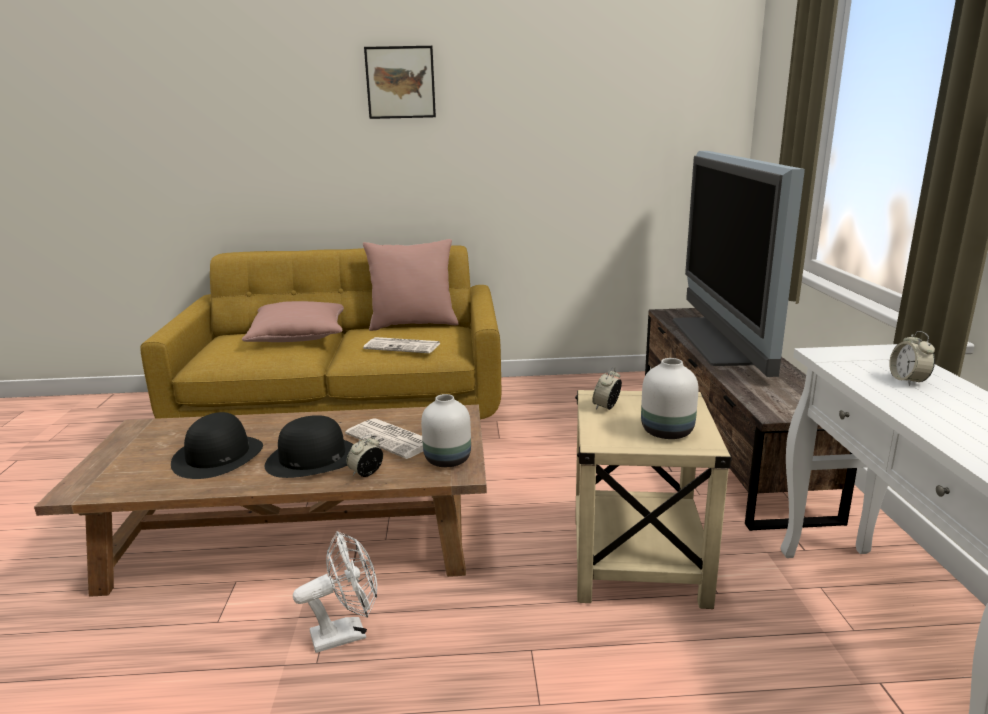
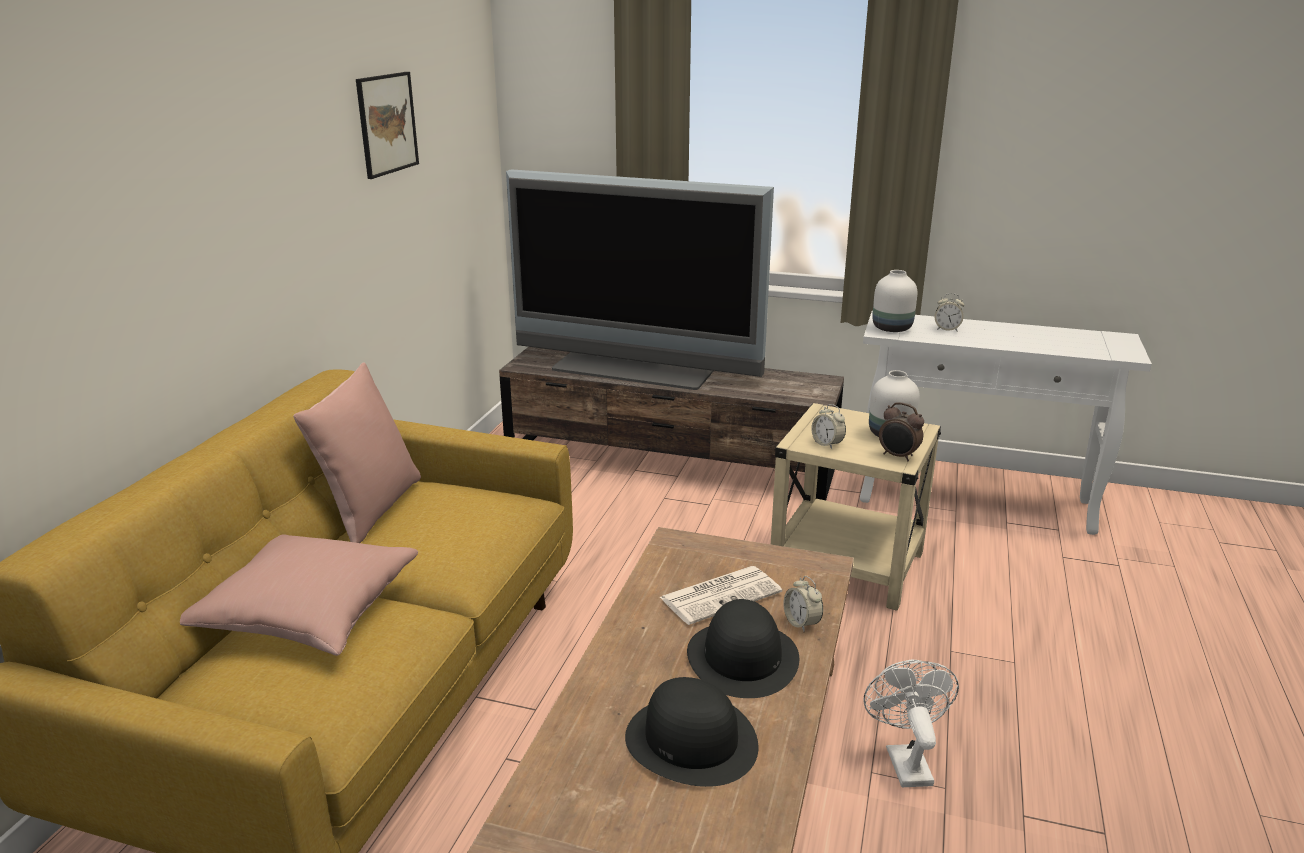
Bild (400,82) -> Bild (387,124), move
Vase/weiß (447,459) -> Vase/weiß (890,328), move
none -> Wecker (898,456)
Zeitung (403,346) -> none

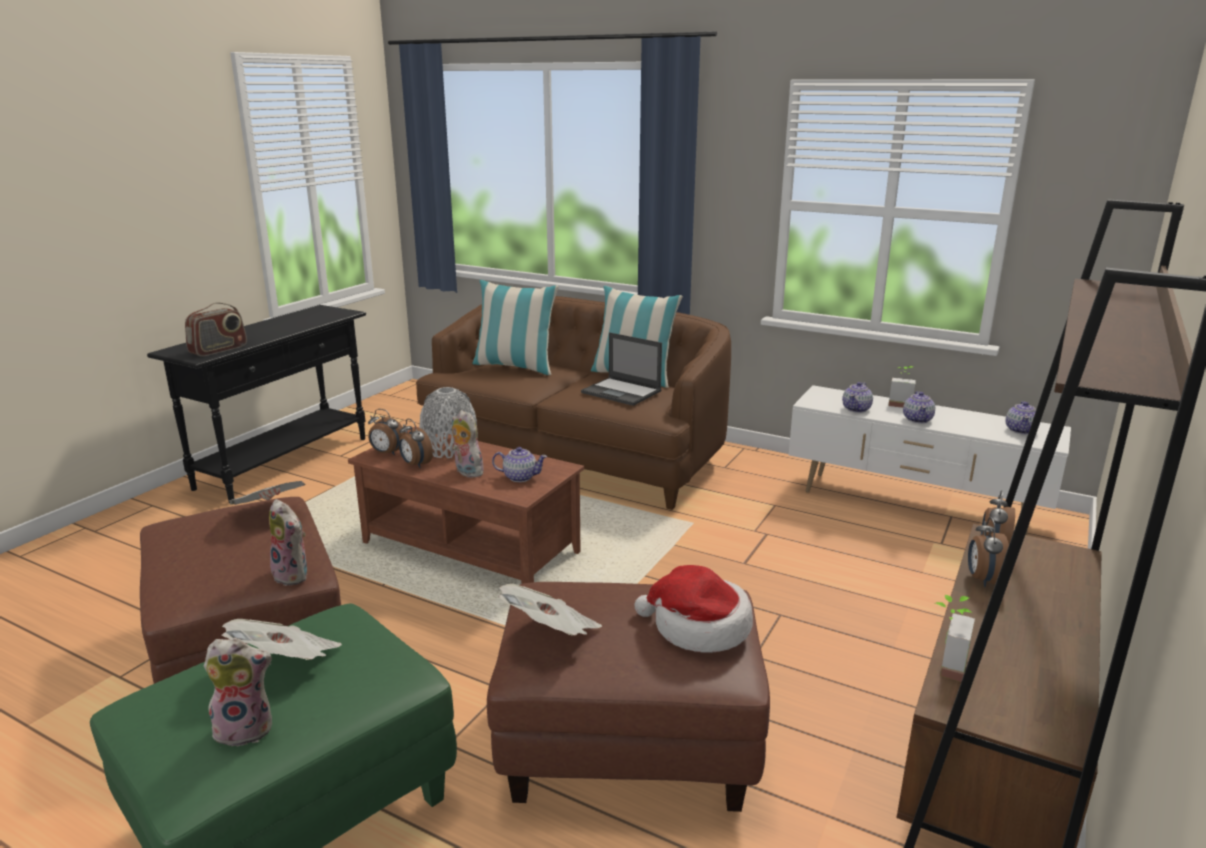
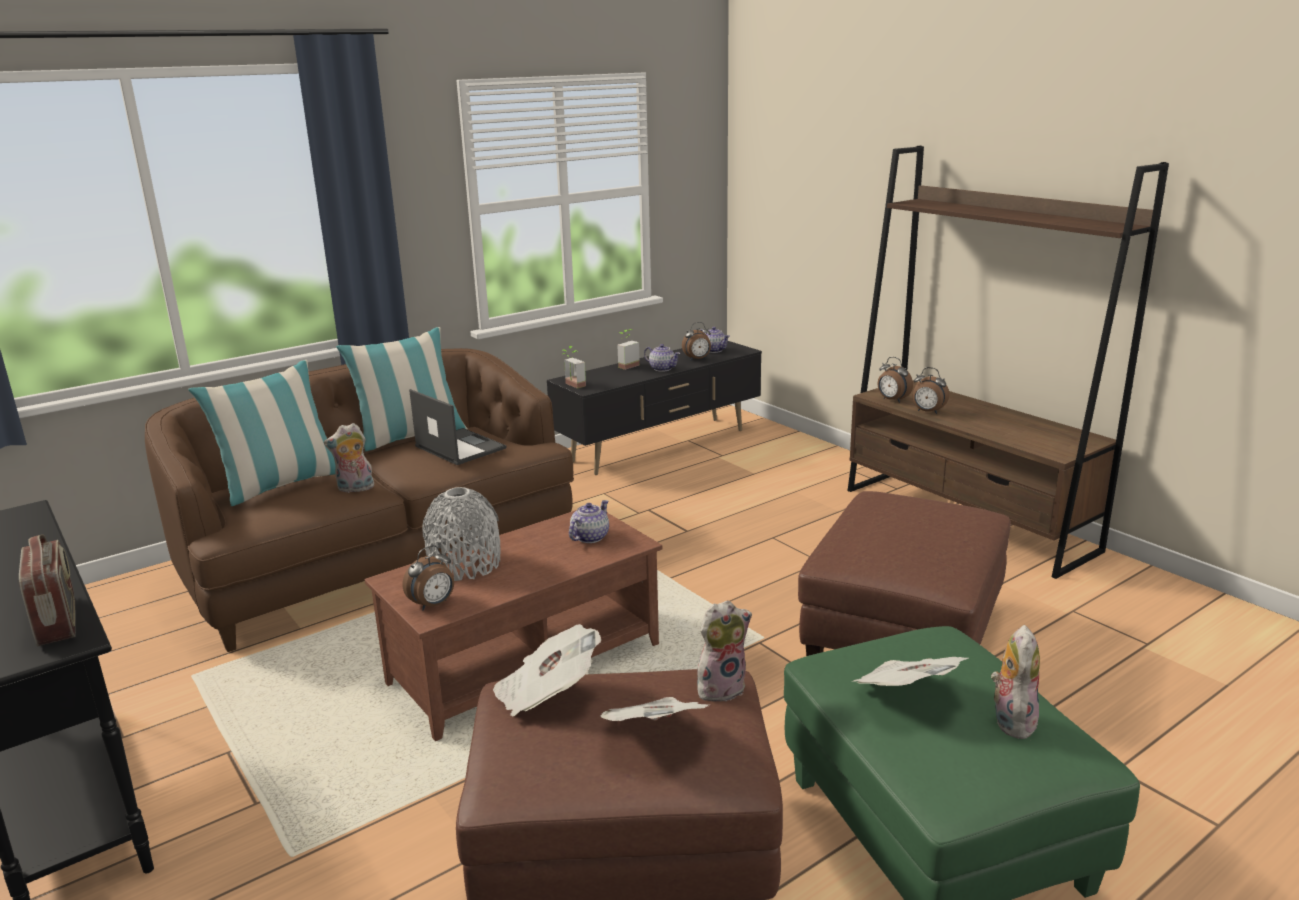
Plüschtier (466,472) -> Plüschtier (355,489), move
Laptop (622,392) -> Laptop (459,447), 105 degrees counterclockwise
Fernsehschrank/weiß (914,506) -> Fernsehschrank/schwarz (660,446)
Topfpflanze (944,664) -> Topfpflanze (572,385), move
Zeitung (551,632) -> Zeitung (655,734), move
Wecker (415,465) -> Wecker (697,359), move
Hut (698,627) -> none
Teekanne (856,409) -> none

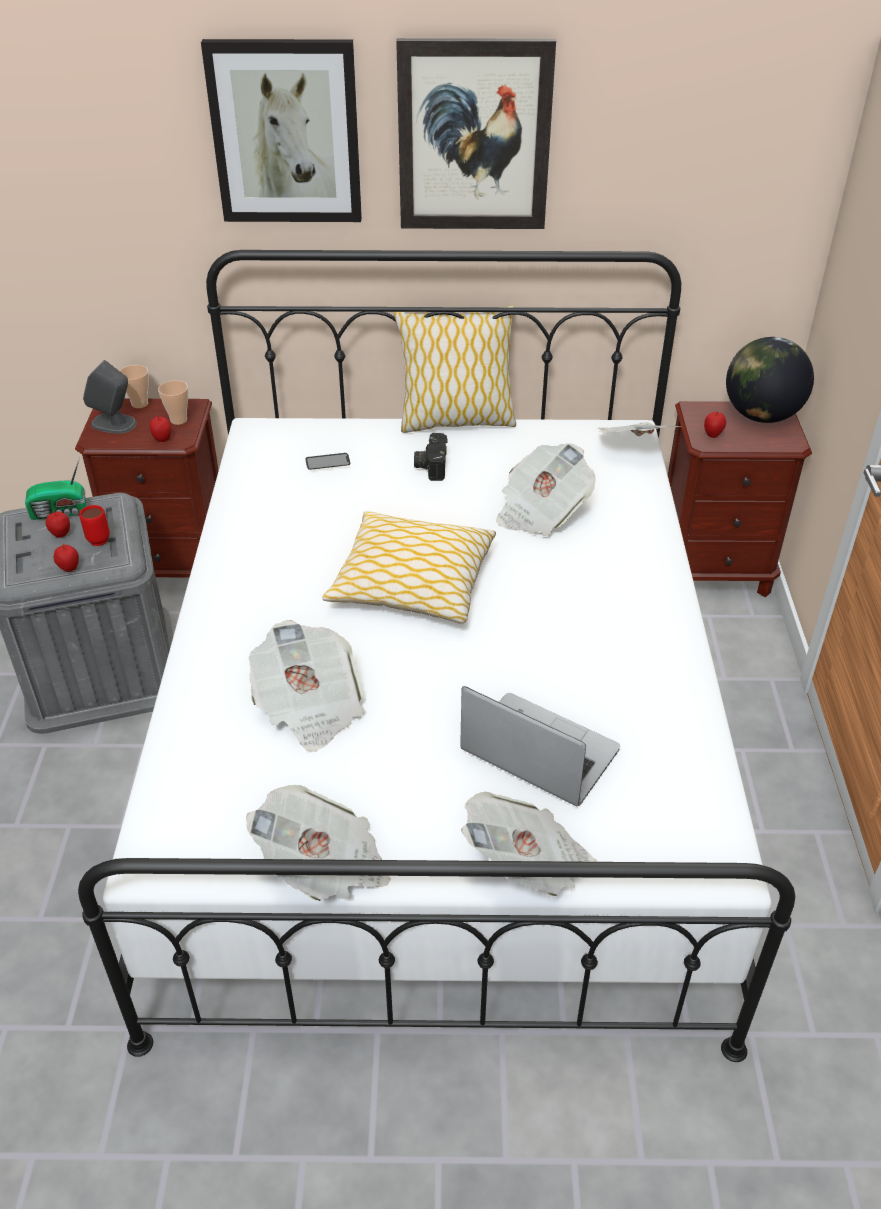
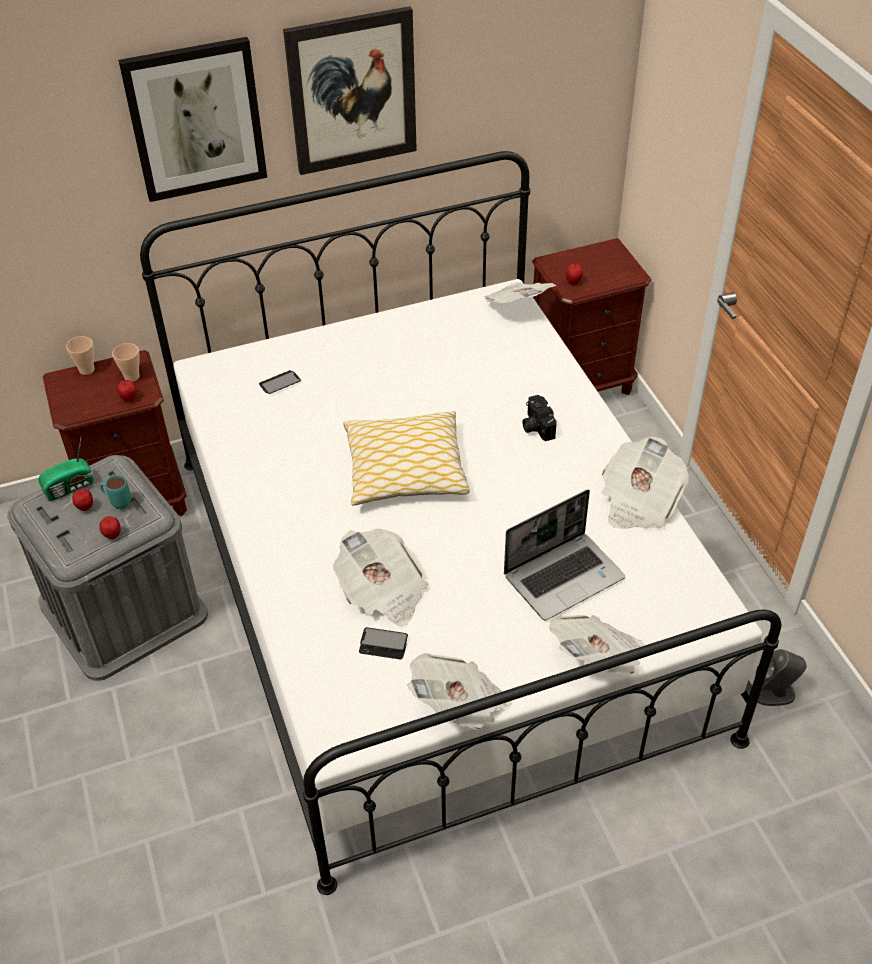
Henkelbecher/rot (95,539) -> Henkelbecher/türkis (118,503)
none -> Handy (383,644)
Laptop (537,752) -> Laptop (564,576), 135 degrees clockwise
Kamera (430,465) -> Kamera (536,426), move
Zeitung (541,511) -> Zeitung (638,501), move
Lautsprecher/grau (114,423) -> Lautsprecher/grau (773,692), move
Kissen (456,421) -> none
Globus (761,416) -> none

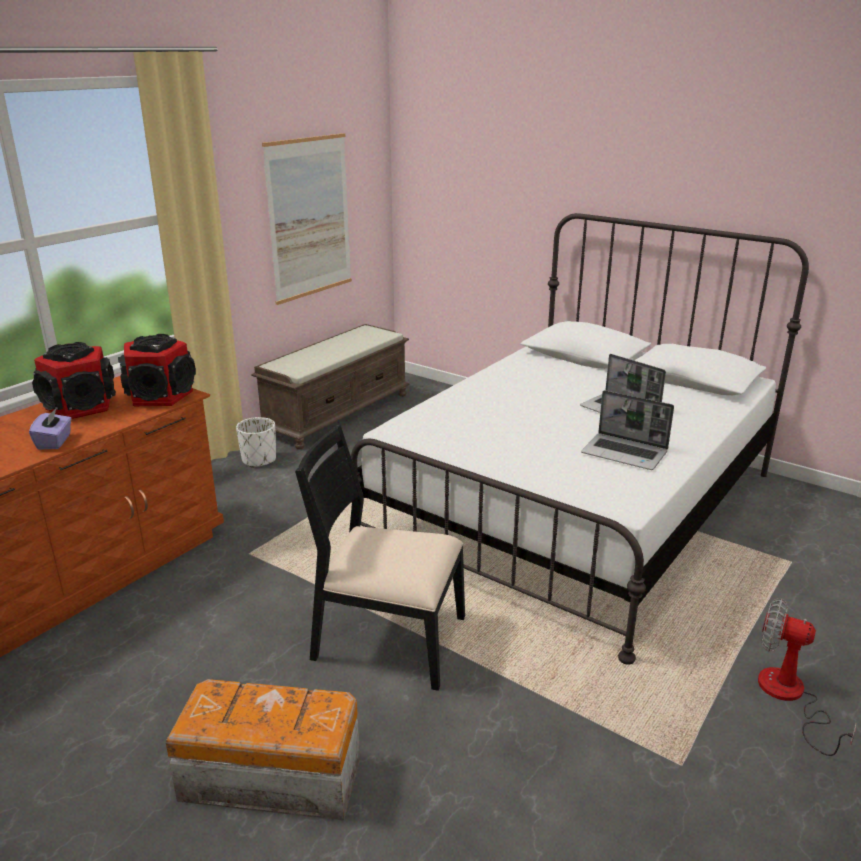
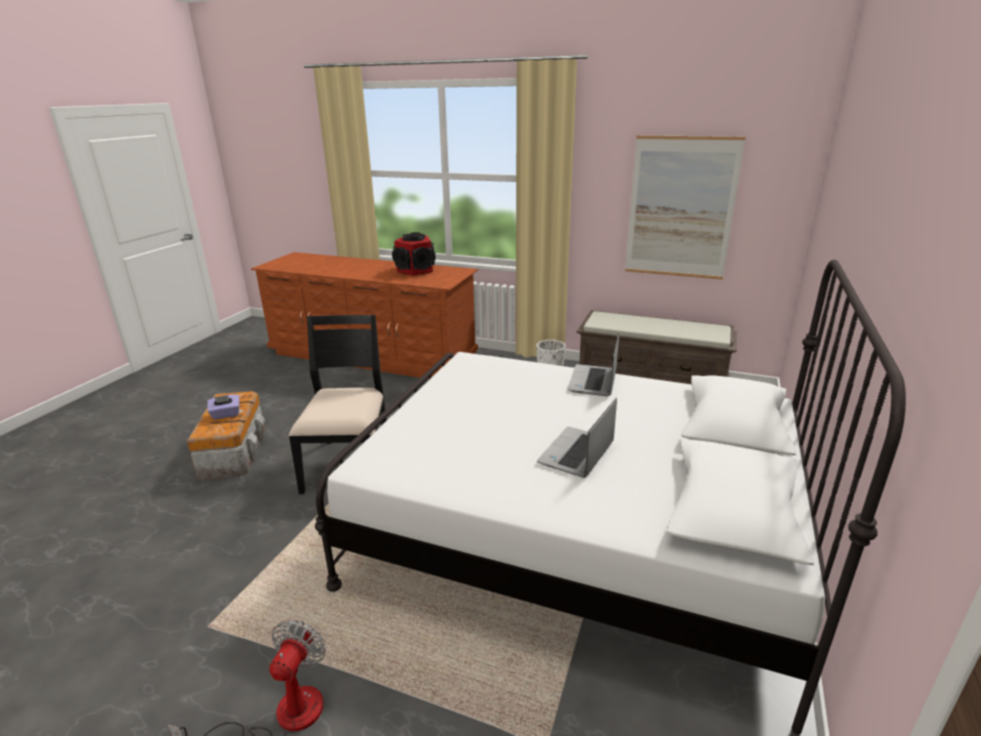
Taschentuchbox/lila (54,442) -> Taschentuchbox/lila (226,415), move
Laptop (625,453) -> Laptop (593,382), move
Lautsprecher (160,396) -> none

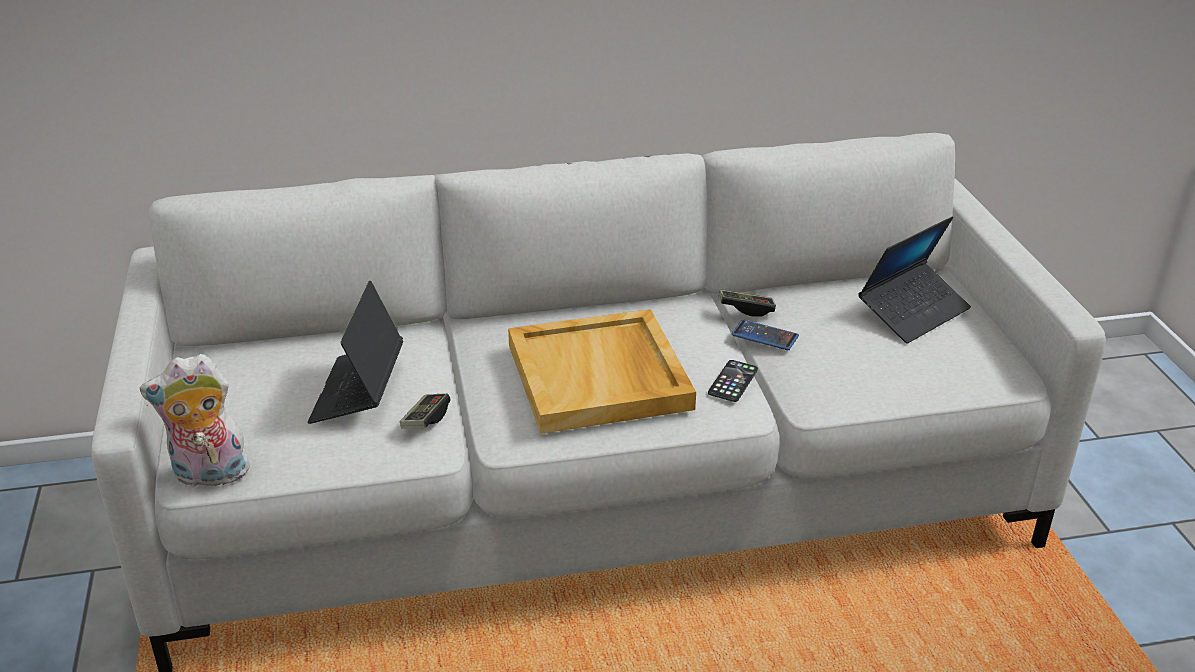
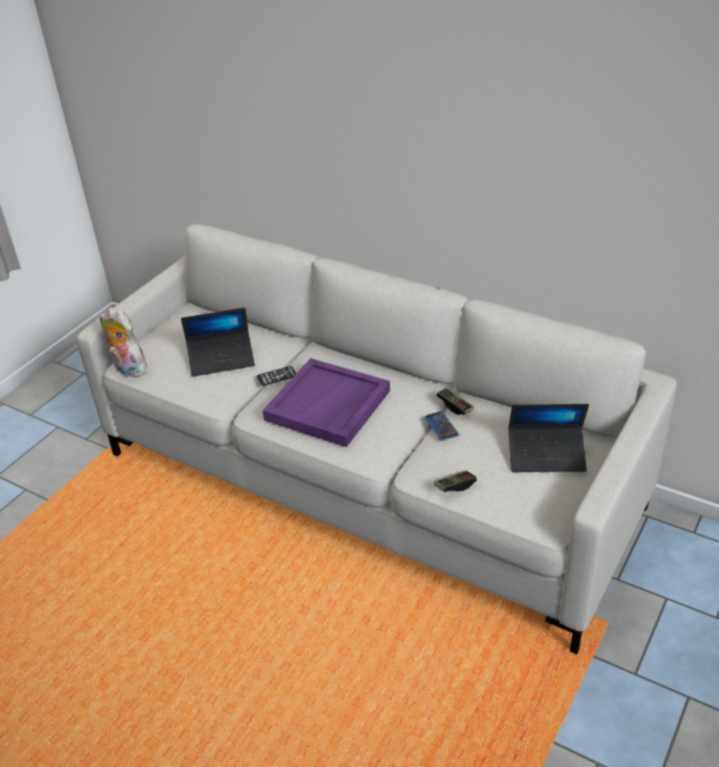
Laptop (358,392) -> Laptop (221,359), 150 degrees counterclockwise
Handy (733,381) -> Handy (276,376), move
Tablett/beige (600,377) -> Tablett/lila (328,406)
Gamepad (425,420) -> Gamepad (455,486), move

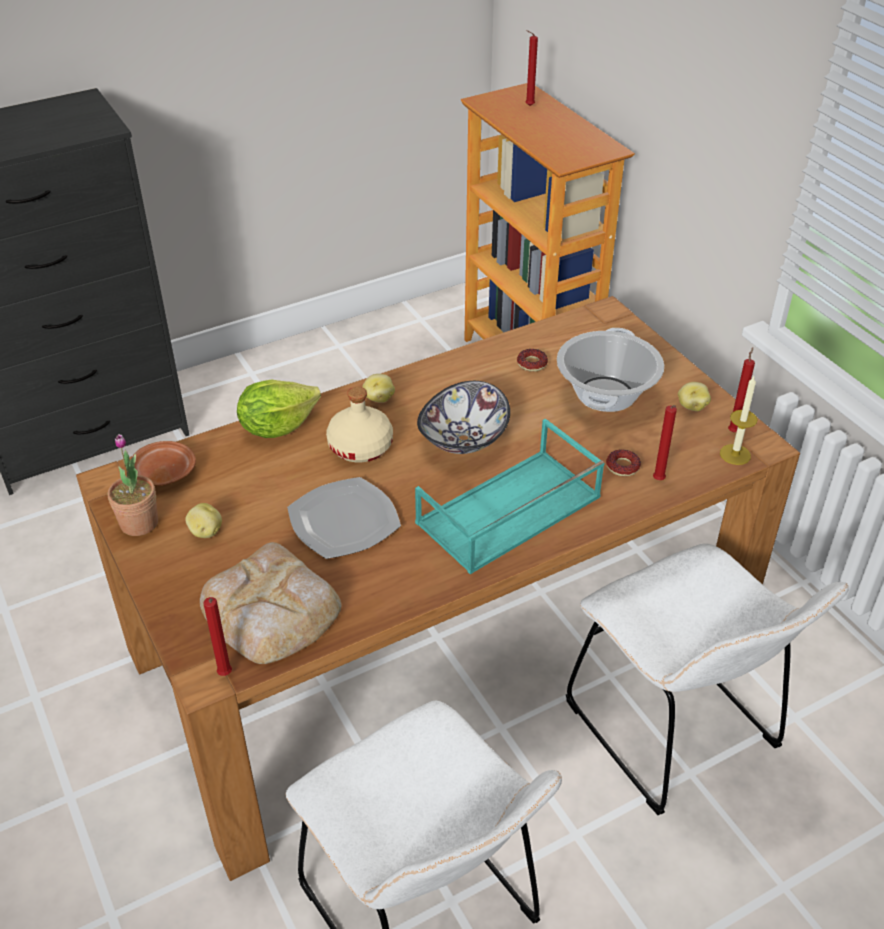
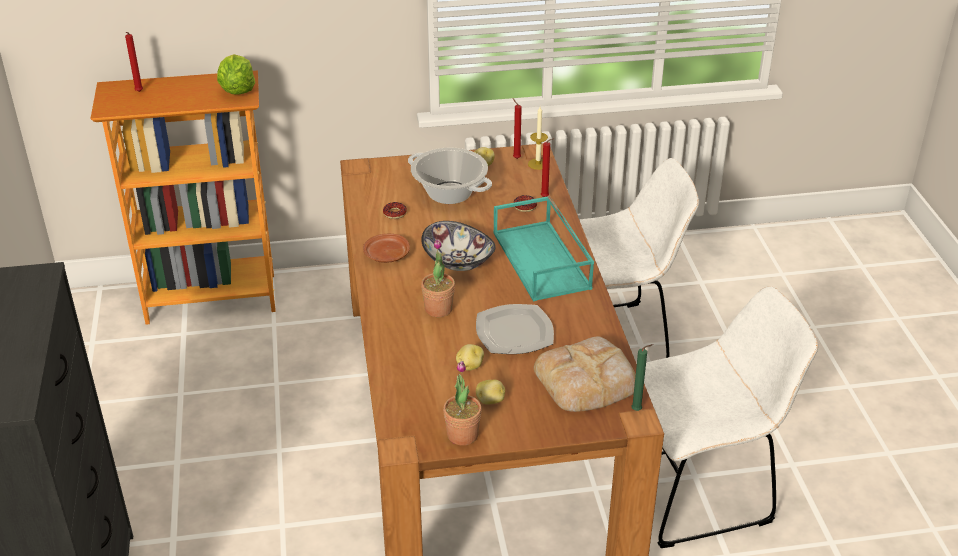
Salatkopf (277,426) -> Salatkopf (237,90), move
Teller/braun (163,472) -> Teller/braun (386,255), move
Flasche/beige (361,446) -> Topfpflanze (438,309)
Kartoffel (379,398) -> Kartoffel (469,366), move
Kerze/rot (225,676) -> Kerze/grün (638,410)

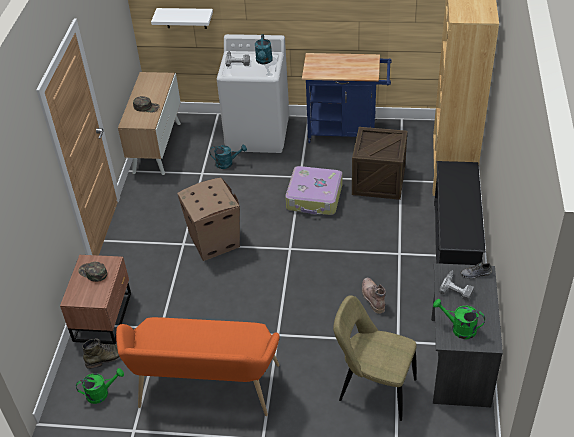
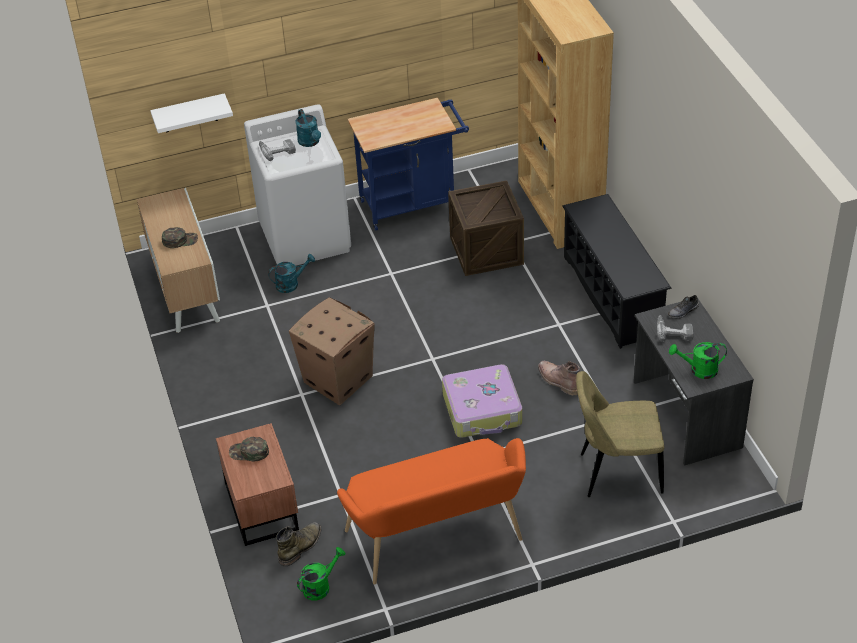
Koffer (314,198) -> Koffer (483,410), move

